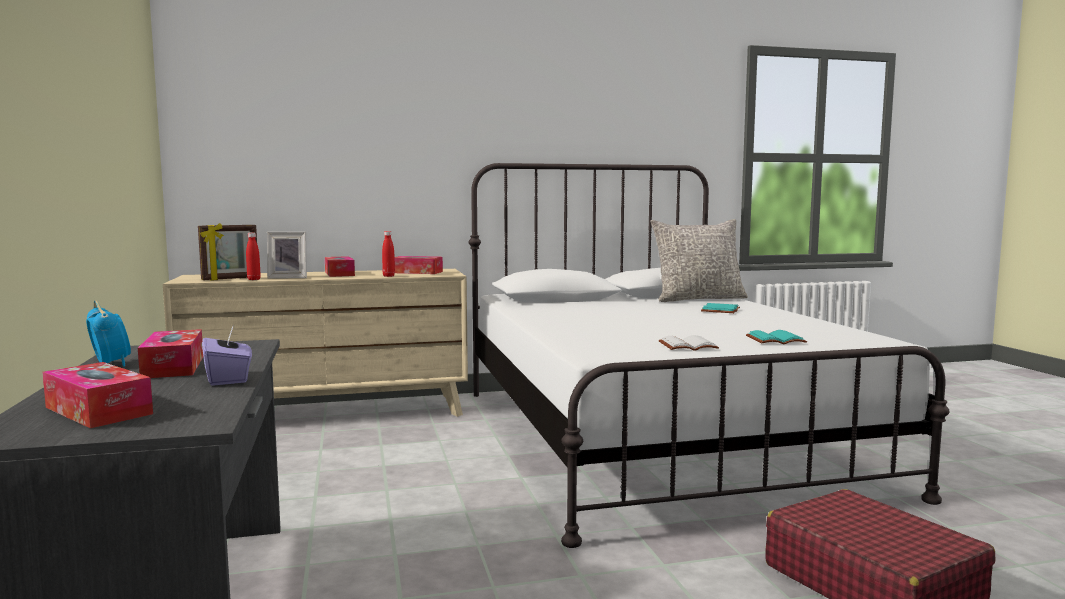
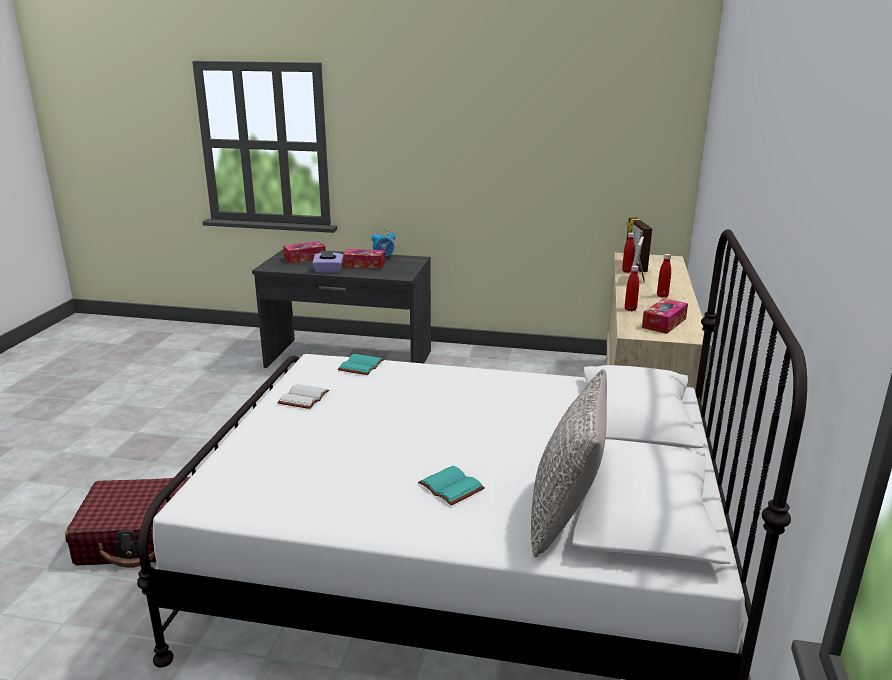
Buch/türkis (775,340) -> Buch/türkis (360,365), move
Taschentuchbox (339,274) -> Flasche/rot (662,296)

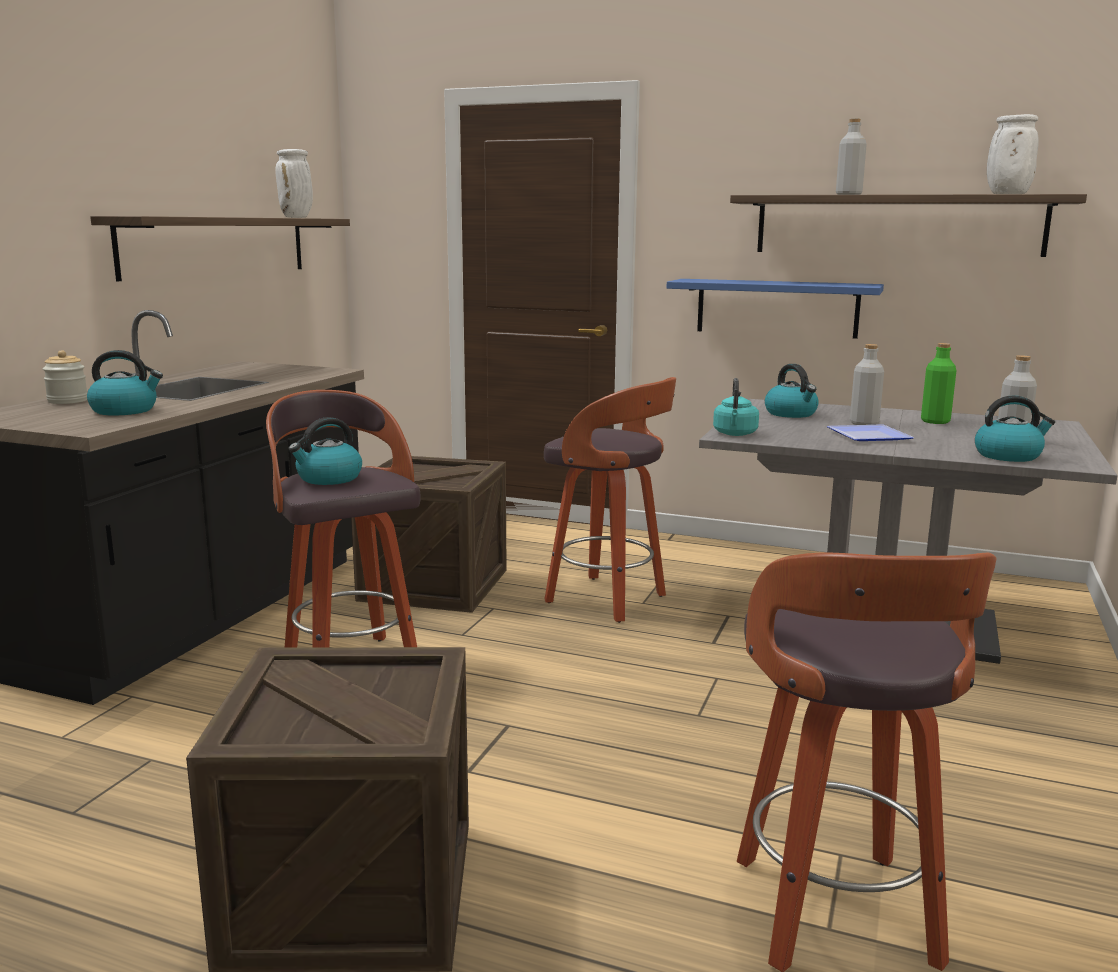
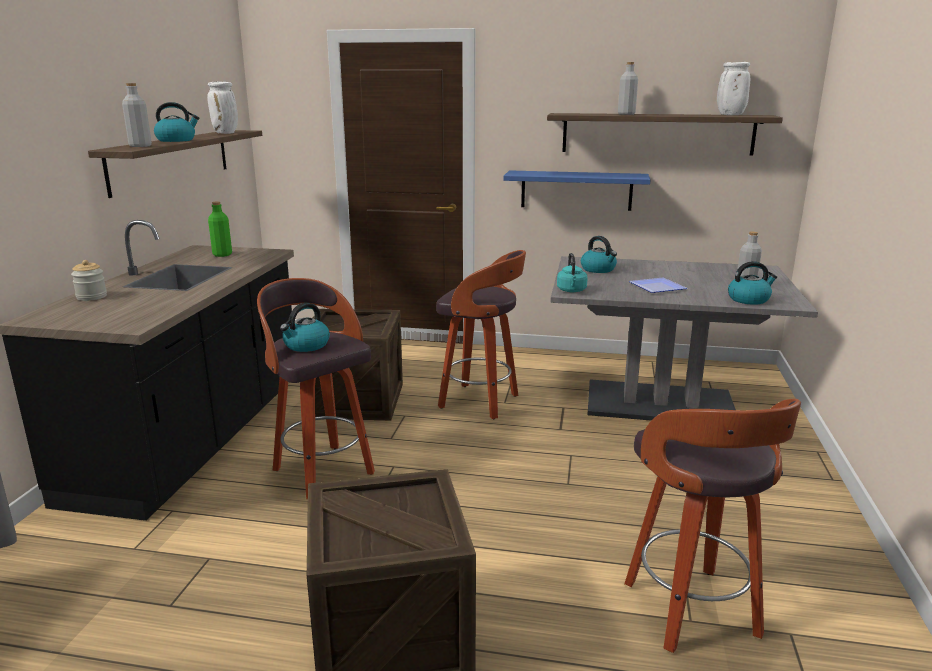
Flasche/grau (864,423) -> Flasche/grau (140,146), move
Wasserkessel (125,410) -> Wasserkessel (176,140), move
Flasche/grün (935,421) -> Flasche/grün (222,254), move

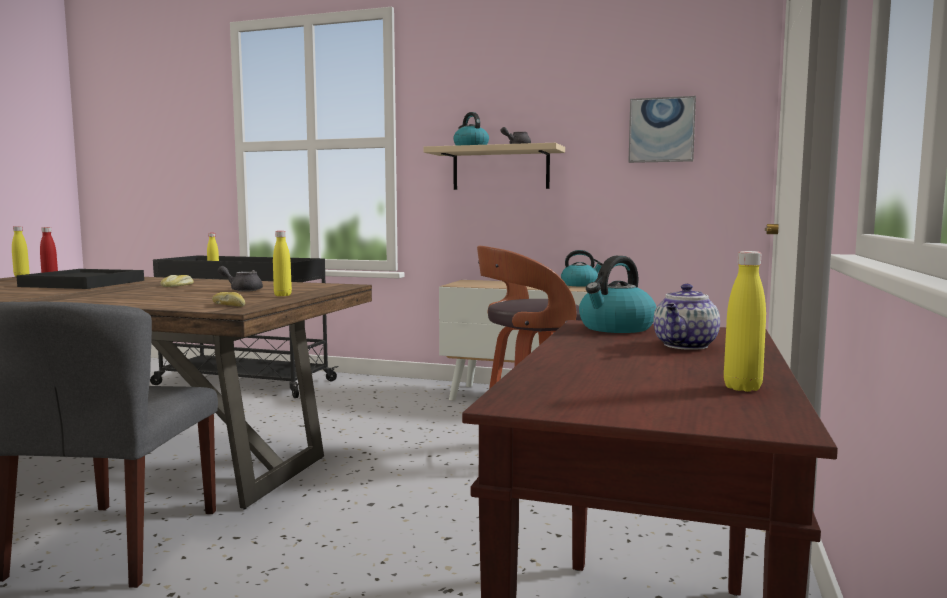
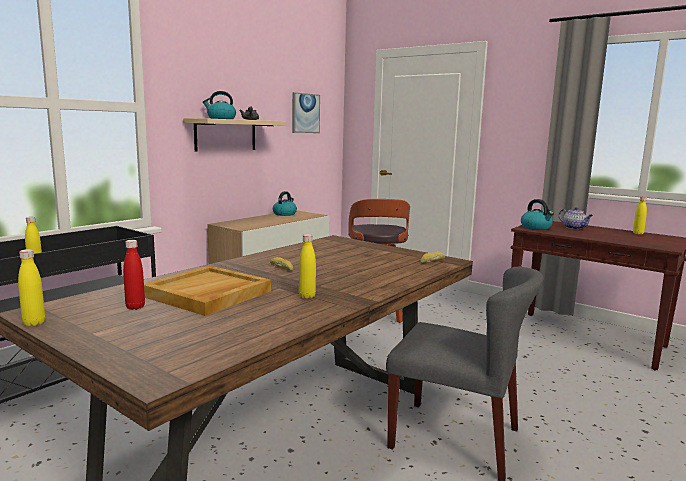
Tablett/schwarz (82,283) -> Tablett/beige (207,294)
Flasche/gelb (282,295) -> Flasche/gelb (307,296), move
Teekanne/grau (243,290) -> none

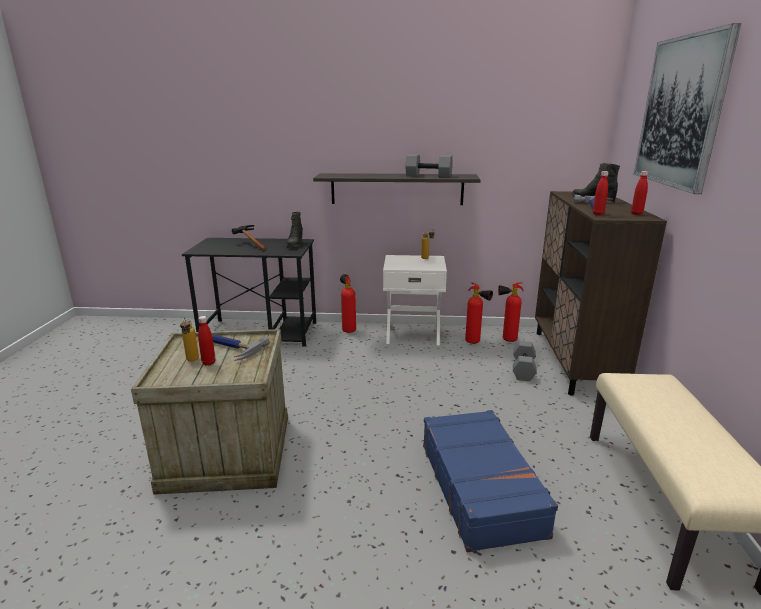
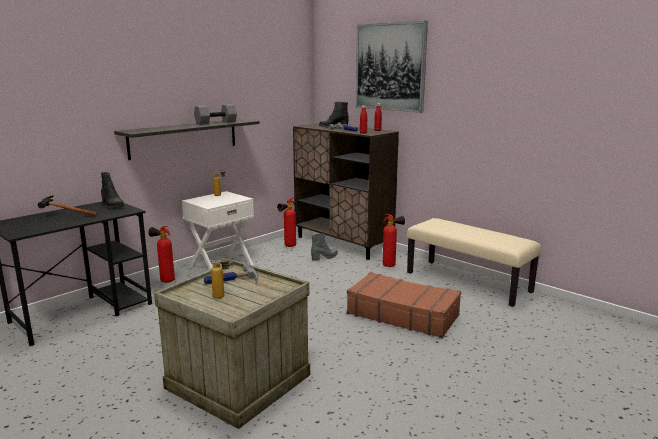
Hantel/grau (522,369) -> Stiefel/grau (325,257)
Koffer/blau (481,487) -> Koffer/braun (402,314)
Feuerlöscher (475,343) -> Feuerlöscher (391,265), move
Flasche/rot (209,363) -> none

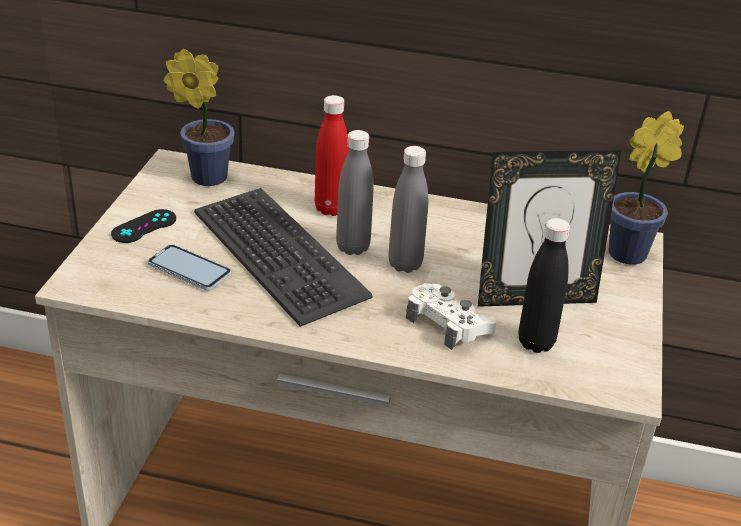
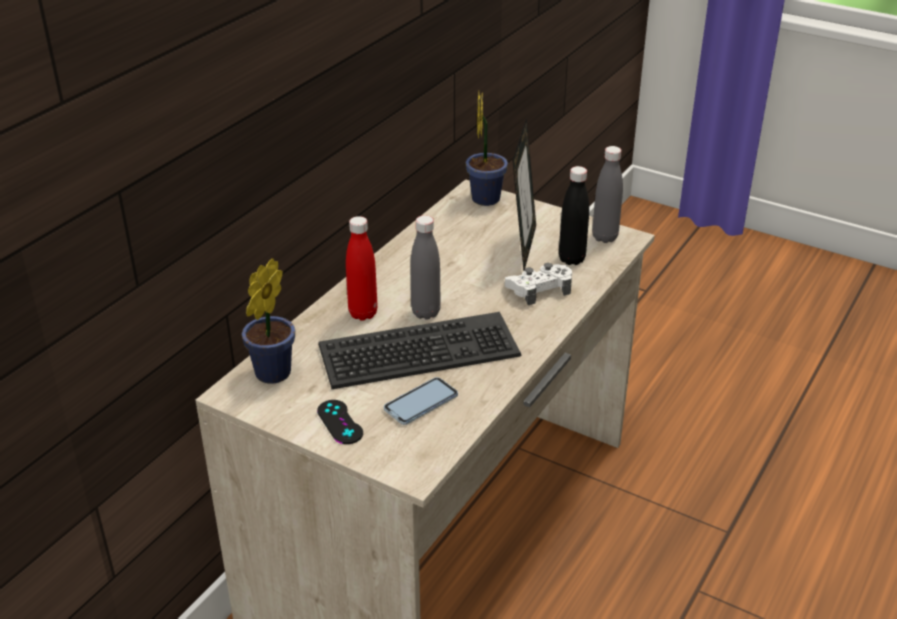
Flasche/grau (405,264) -> Flasche/grau (604,237), move

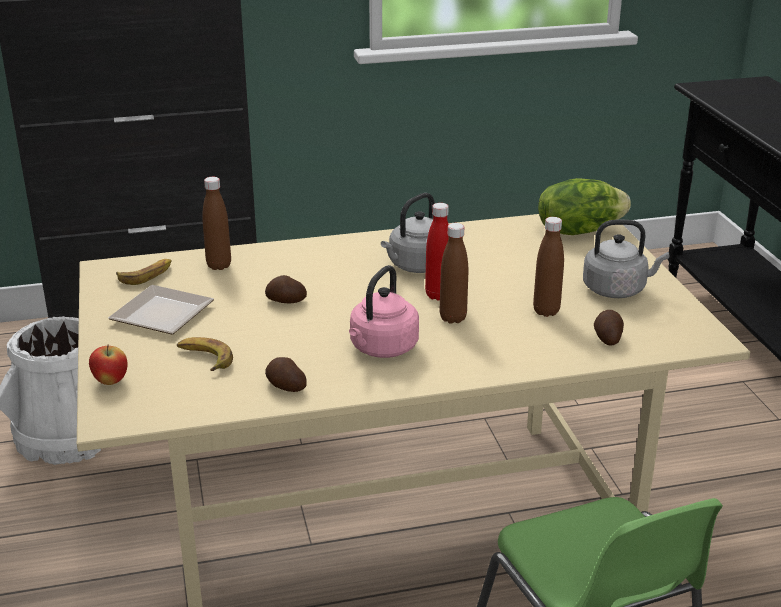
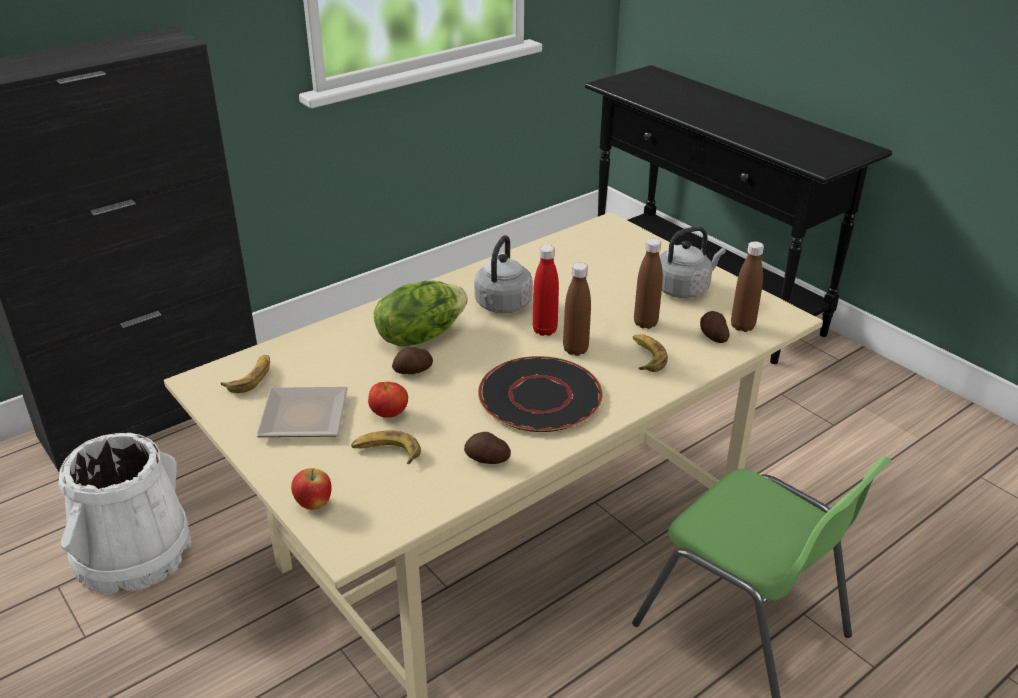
none -> Tomate (389,414)
Salatkopf (578,230) -> Salatkopf (420,335), move
Wasserkessel/rosa (382,349) -> Teller/schwarz (540,397)
none -> Banane (646,357)
Flasche/braun (219,265) -> Flasche/braun (742,326), move

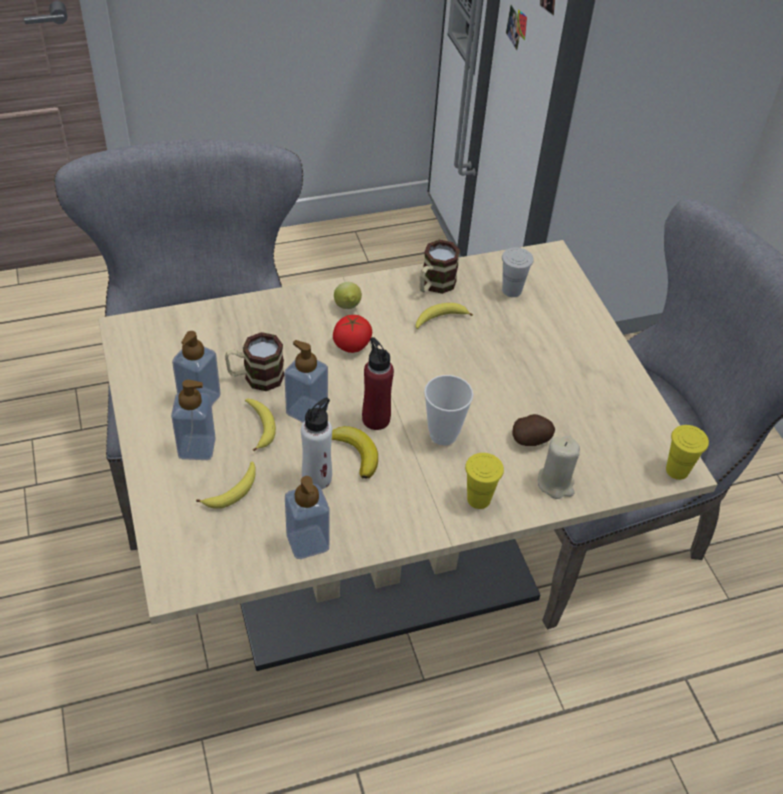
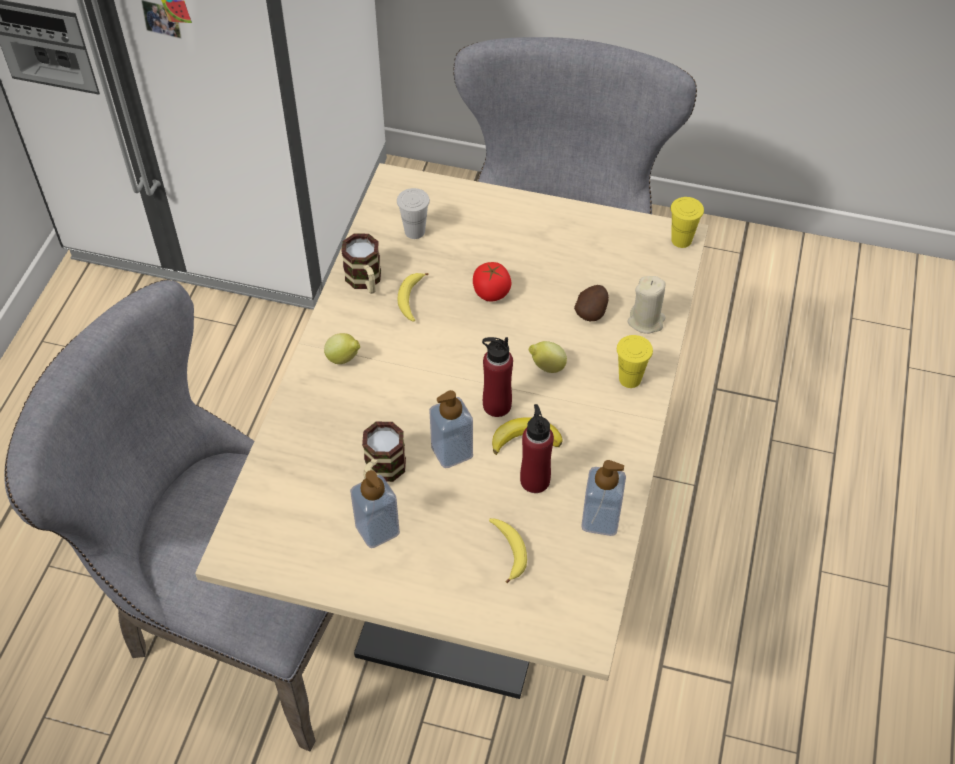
Tomate (352,345) -> Tomate (491,292), move
Flasche/weiß (317,478) -> Flasche/rot (535,480)
Tasse (443,434) -> Zitrone (546,367)
Seifenspender (197,448) -> none
Banane (260,426) -> none

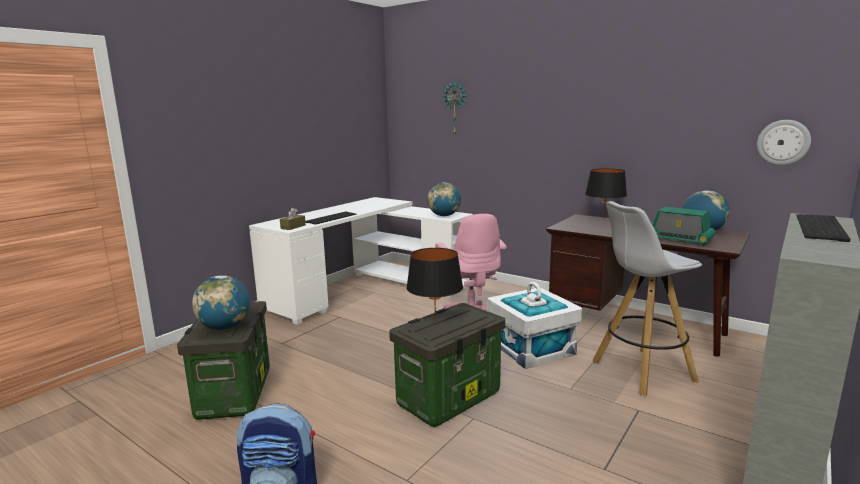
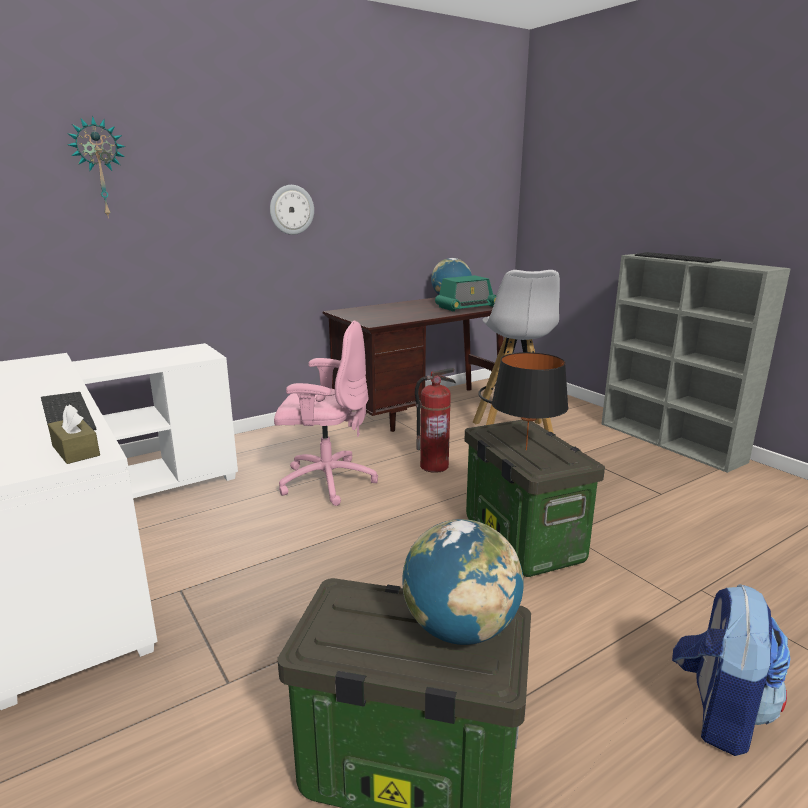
Wanduhr (783,142) -> Wanduhr (291,209), move
Aufbewahrungsbox/weiß (532,348) -> Feuerlöscher (434,466)
Globus (444,216) -> none
Tischlampe/schwarz (604,220) -> none

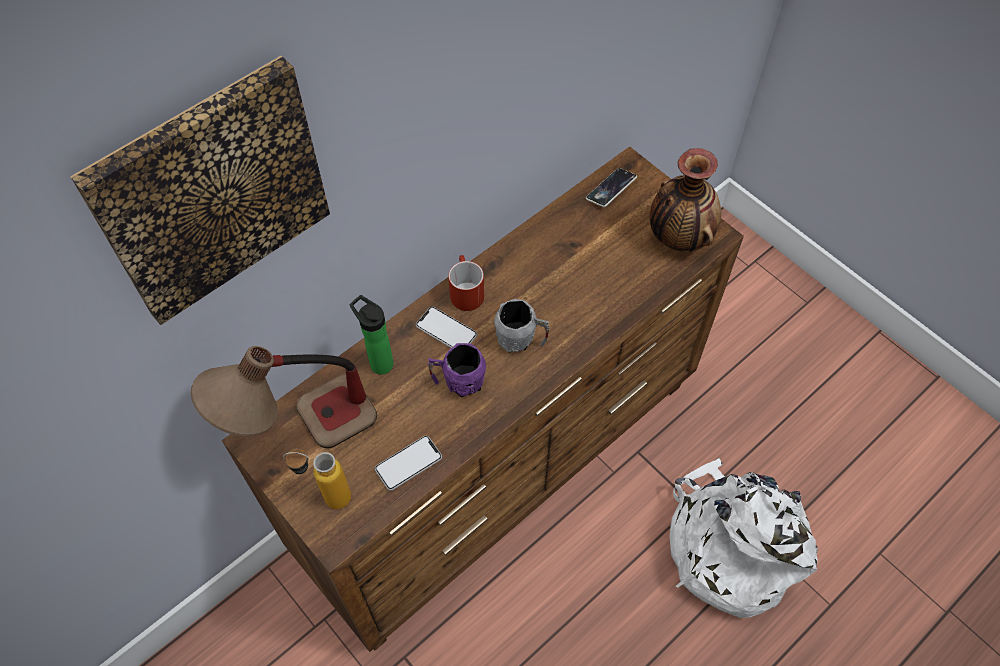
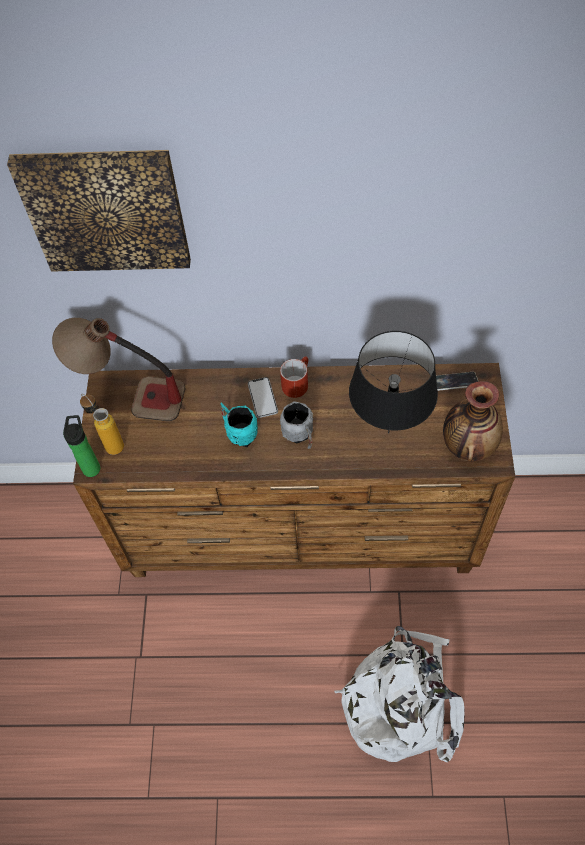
Flasche (379,362) -> Flasche (91,466), move
Henkelbecher/lila (458,382) -> Henkelbecher/türkis (239,433)
none -> Tischlampe/schwarz (387,433)
Handy (408,463) -> none

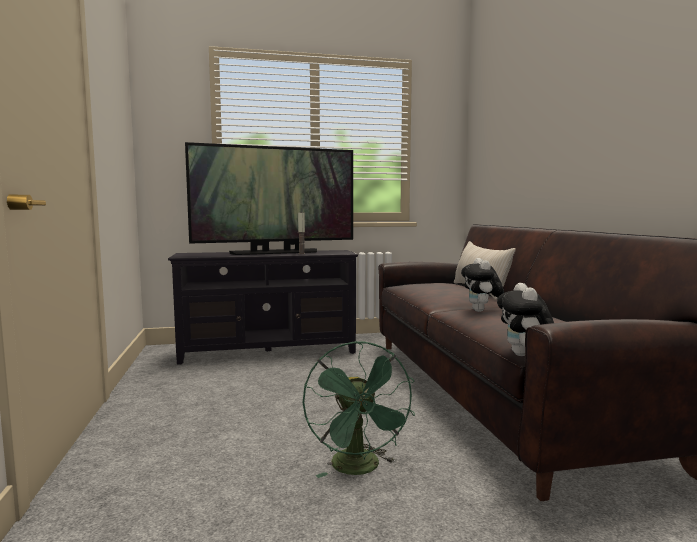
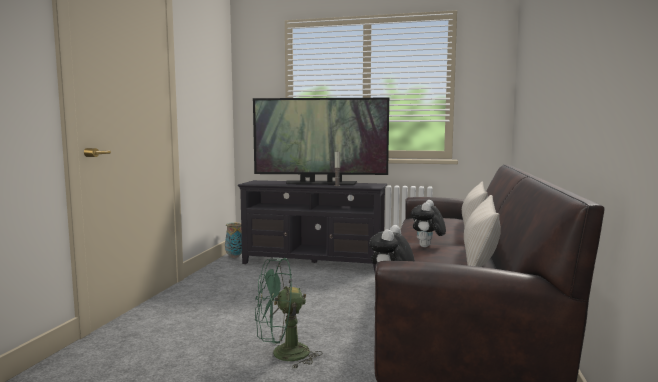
none -> Vase (234,256)
Ventilator/grün (360,469) -> Ventilator/grün (283,355), 60 degrees clockwise
none -> Kissen/beige (480,259)

